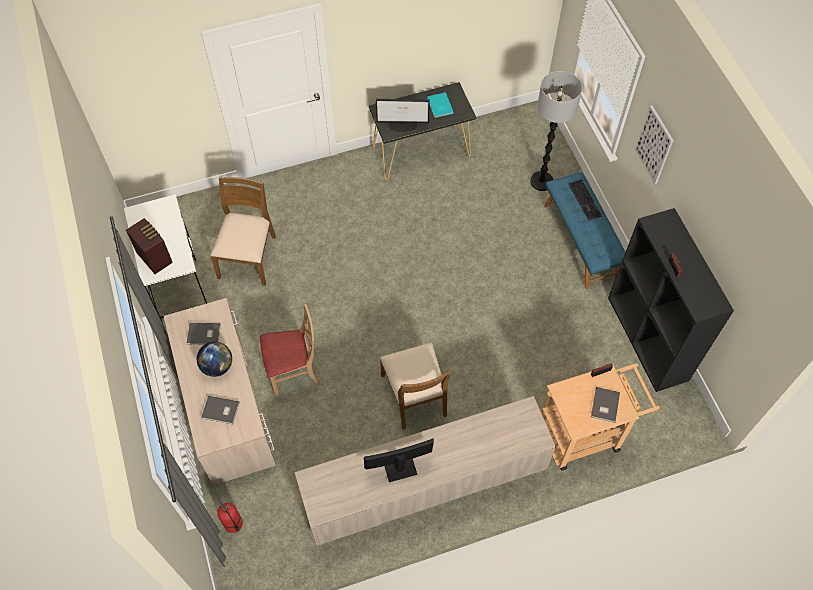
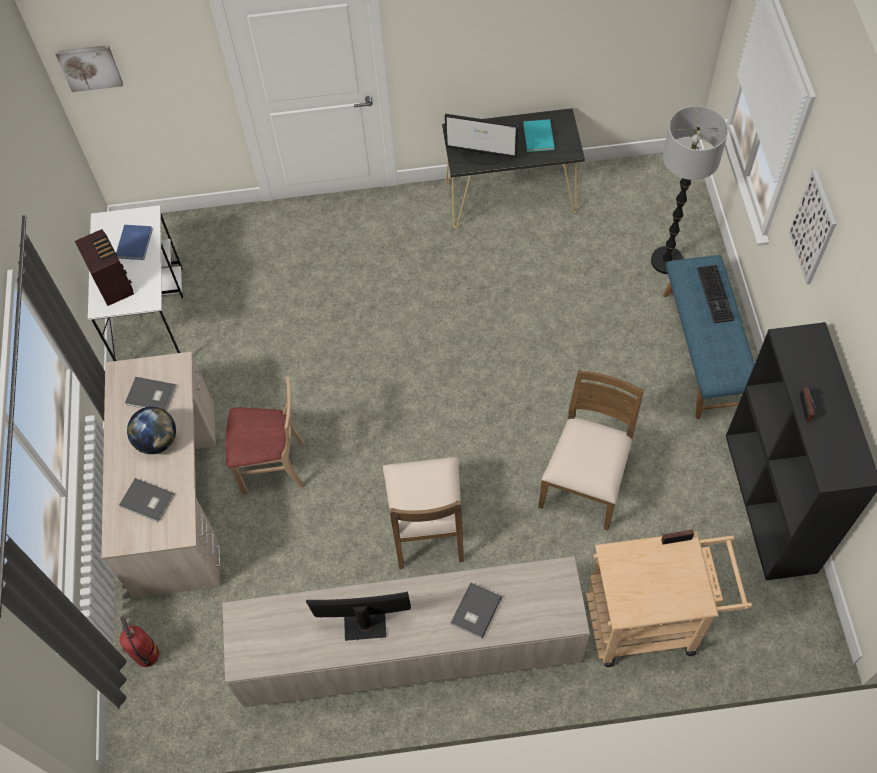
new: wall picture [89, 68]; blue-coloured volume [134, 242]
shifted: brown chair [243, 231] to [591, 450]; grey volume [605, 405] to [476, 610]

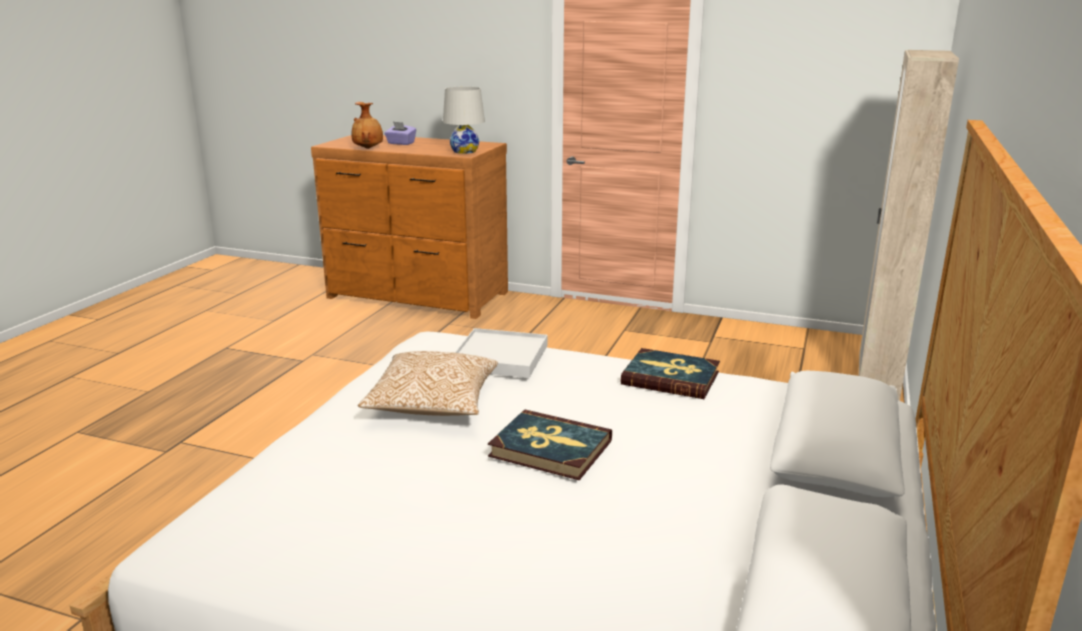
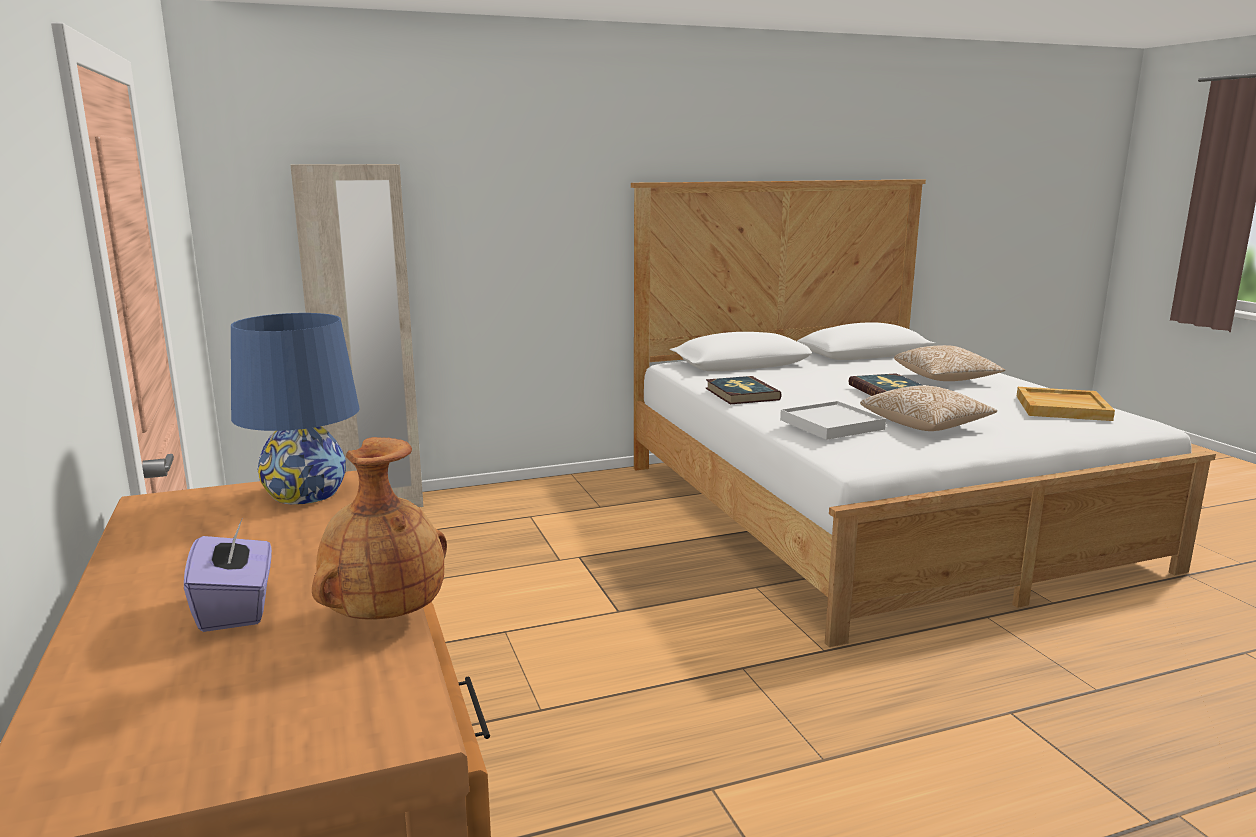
new: cushion [949, 363]; sand-coloured serving tray [1066, 404]
repainted: white-coloured tabletop lamp [464, 120] to blue-coloured tabletop lamp [295, 409]

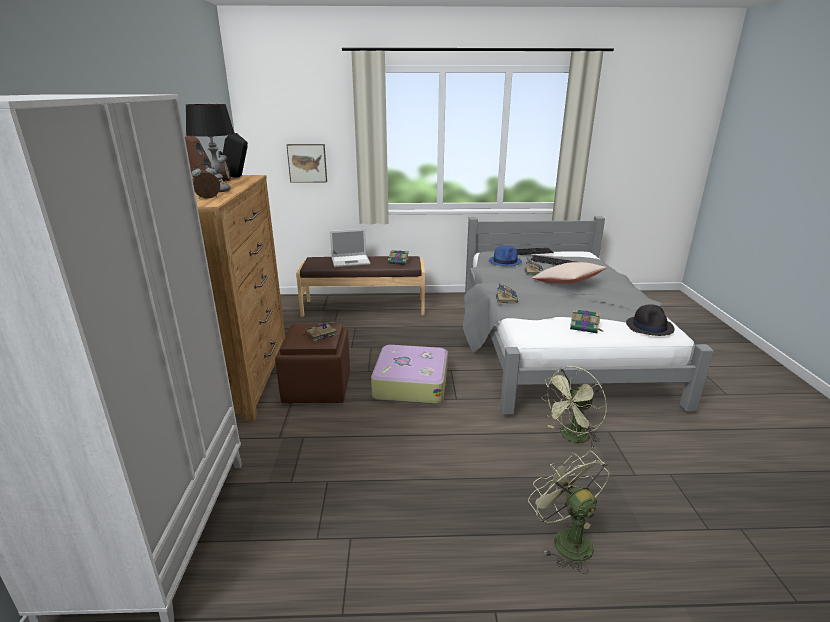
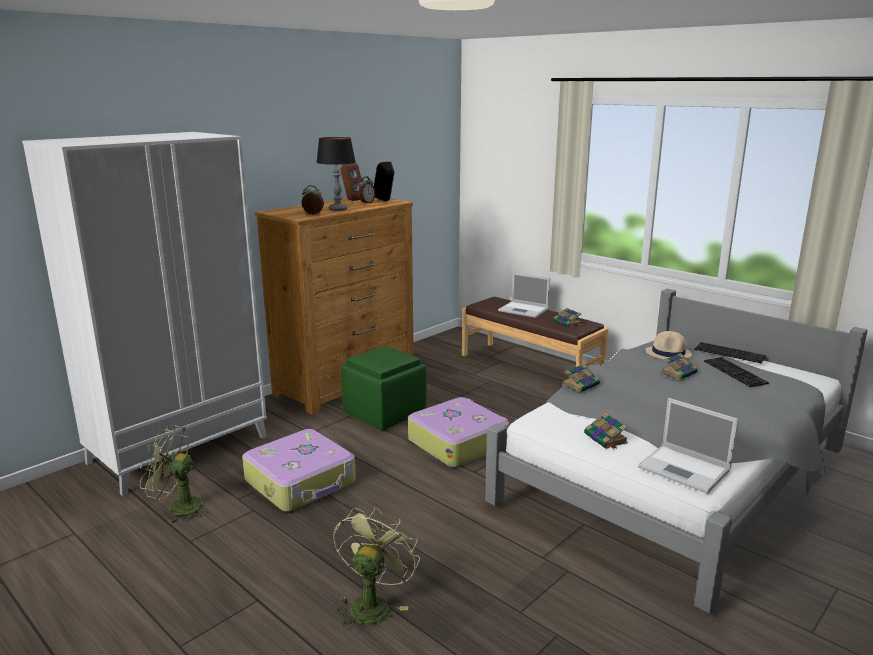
gone: wall picture [307, 163]; sand-coloured cushion [569, 273]; volume [320, 331]
new: travel case [299, 470]
shifted: green cooling fan [574, 407] to [174, 474]
swapped: blackish clothing hat [650, 320] to notebook computer [688, 446]
repainted: blue-coloured clothing hat [505, 255] to sand-coloured clothing hat [668, 345]; brown pouffe [312, 363] to green pouffe [384, 388]

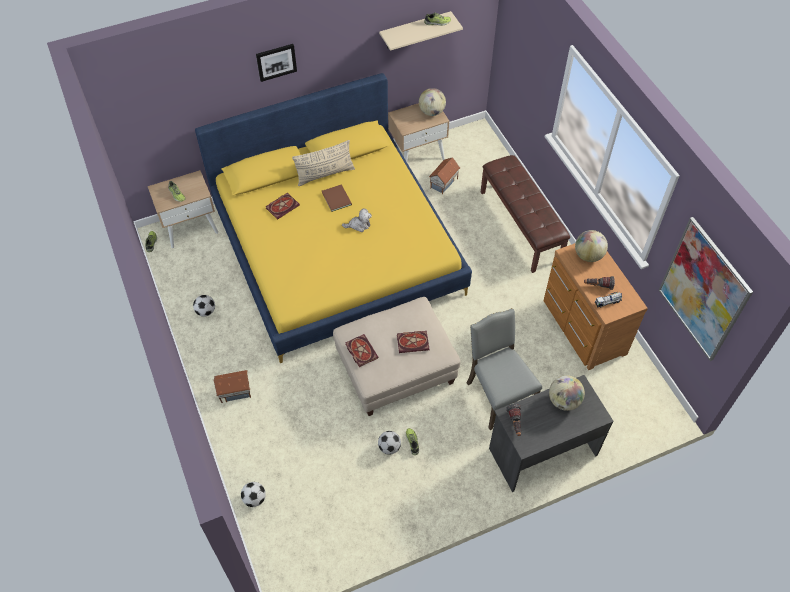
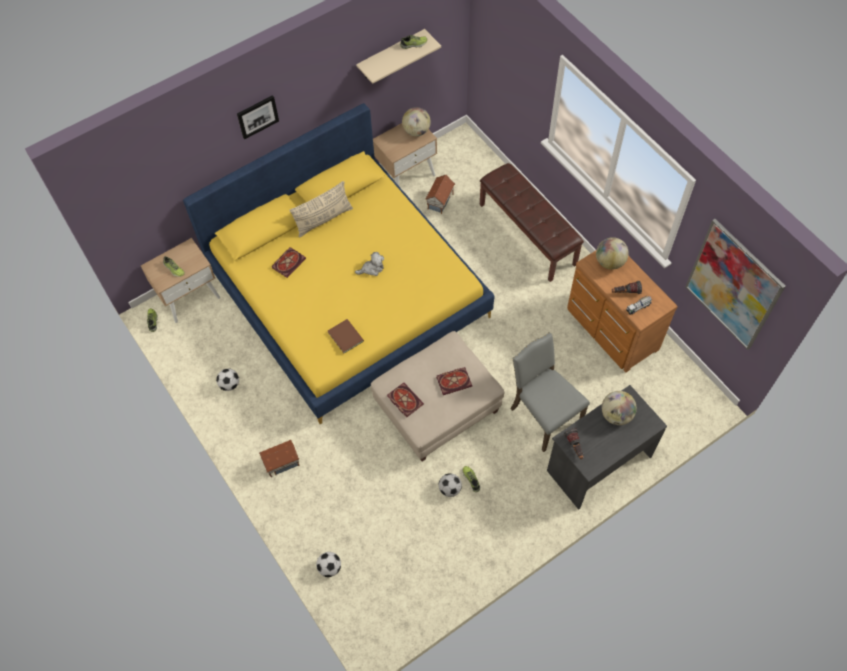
shifted: brown volume [337, 198] to [346, 336]

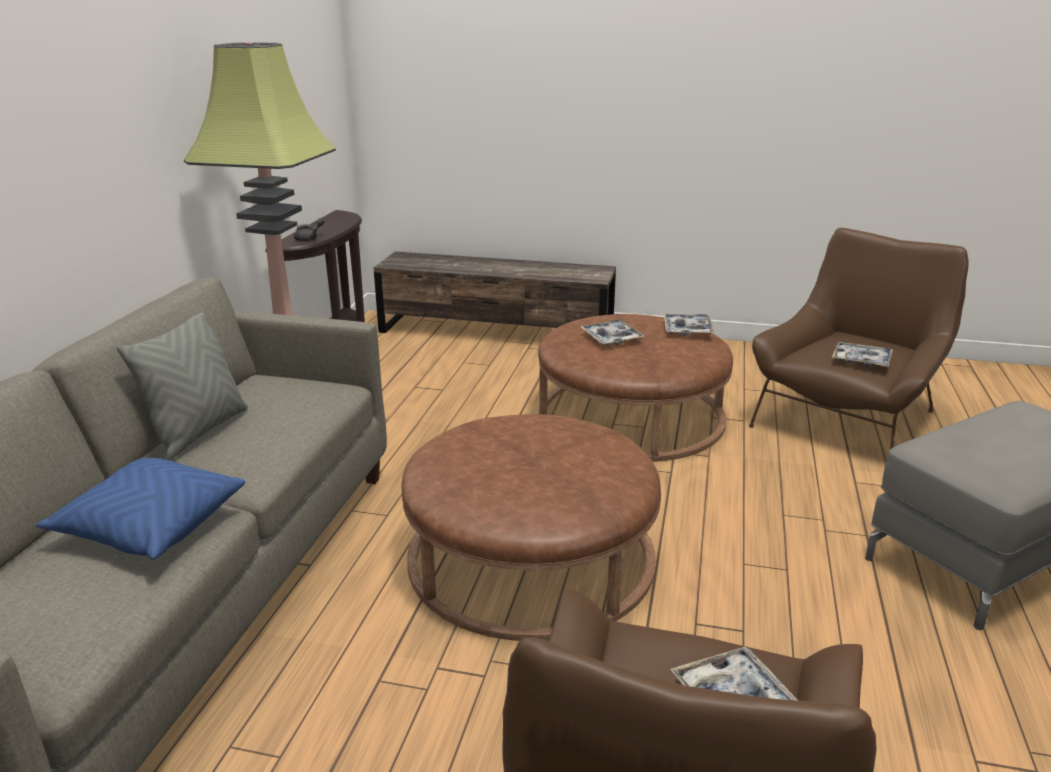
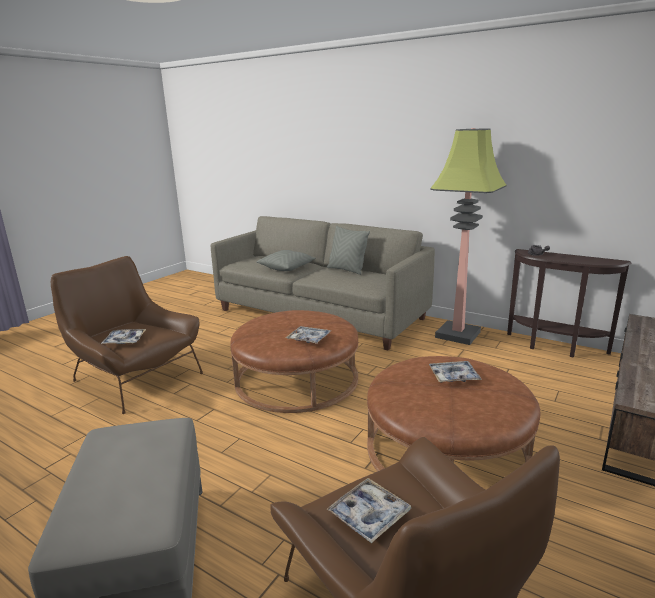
shifted: serving tray [688, 325] to [308, 335]
repainted: blue-coloured cushion [140, 509] to grey cushion [286, 260]

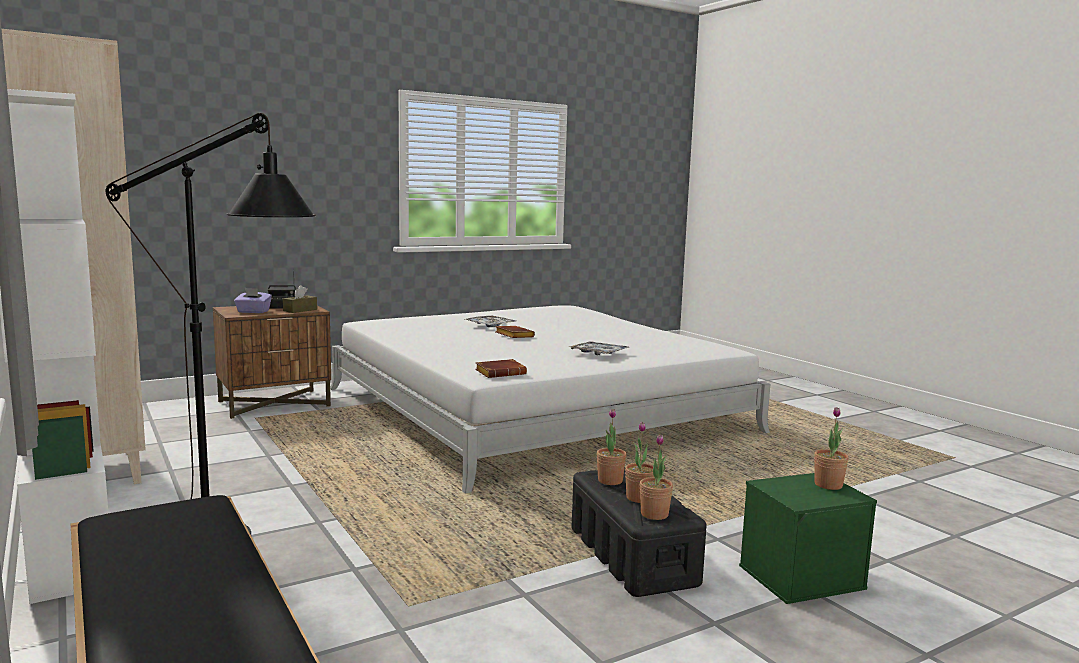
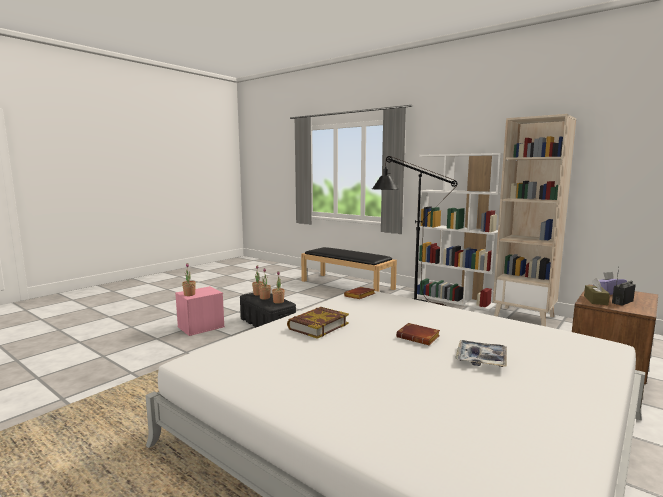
swapped: serving tray [599, 348] to volume [318, 323]
repainted: green storage bin [808, 538] to pink storage bin [200, 311]

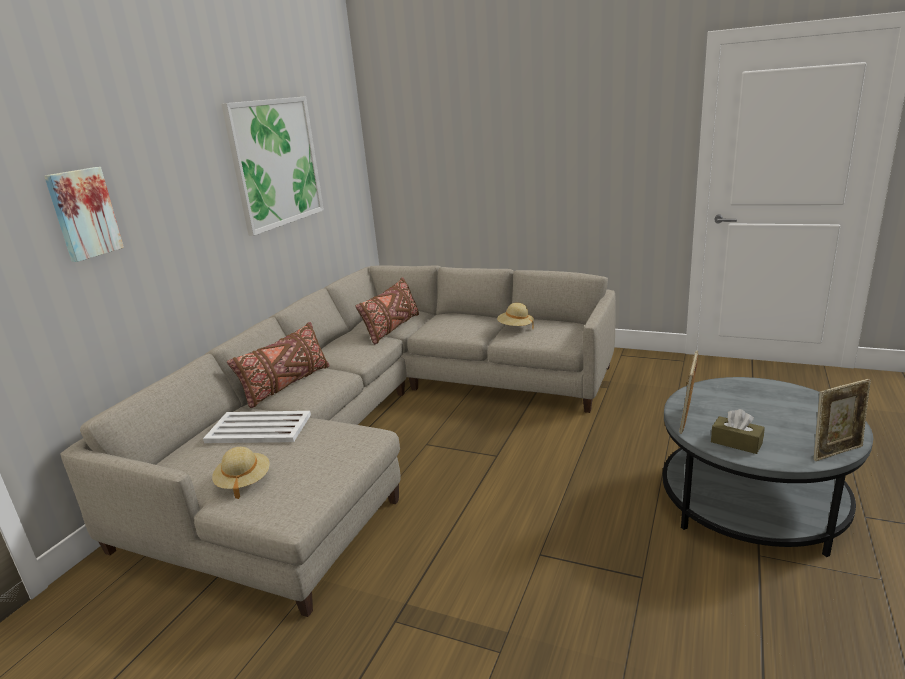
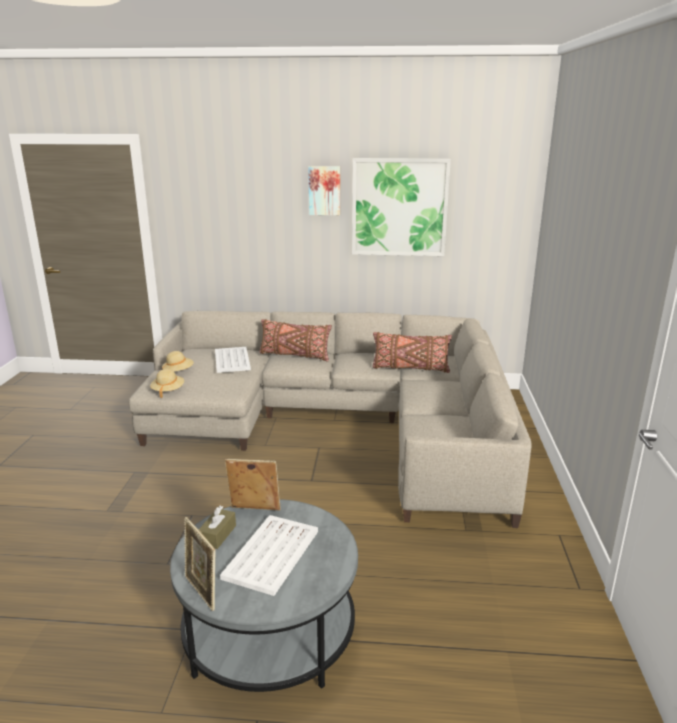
new: white-coloured serving tray [269, 555]
shifted: wall picture [84, 214] to [324, 190]; sand-coloured clothing hat [515, 316] to [167, 383]

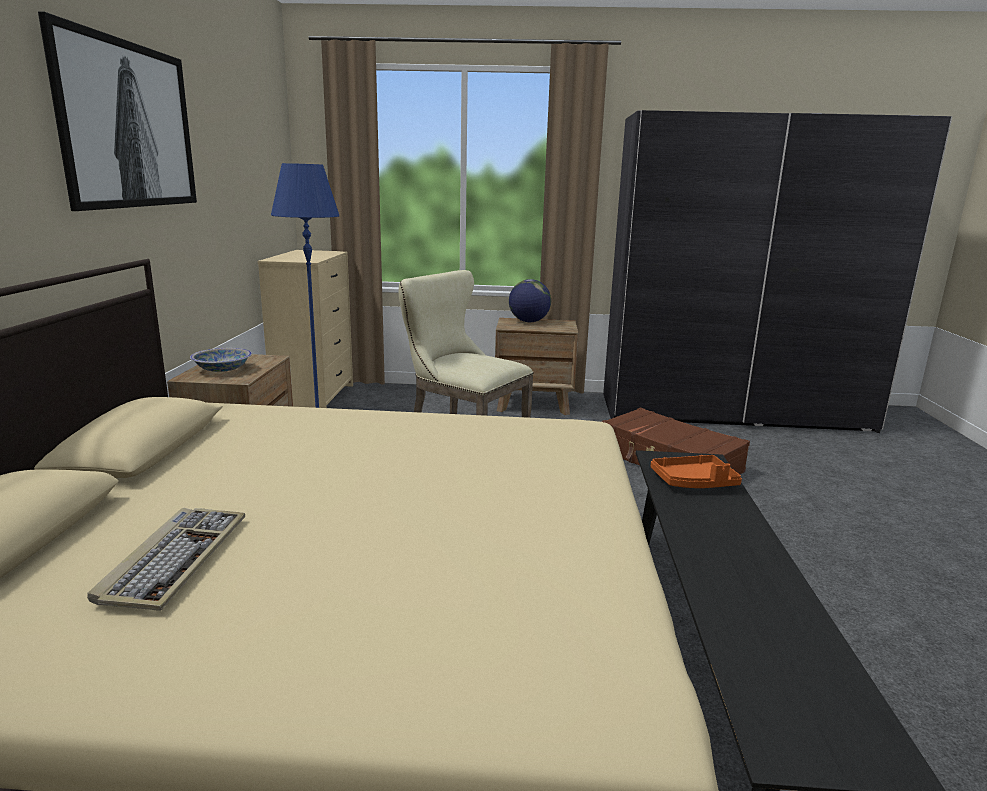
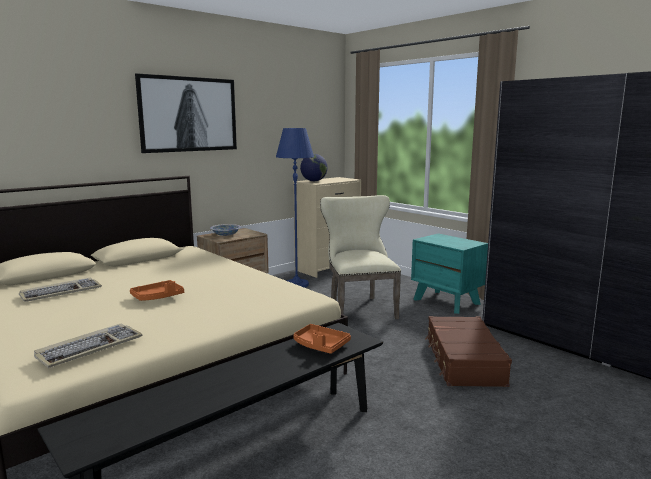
new: orange serving tray [157, 290]; keyboard [88, 345]
shifted: globe [530, 300] to [314, 167]
repainted: brown bedside table [536, 366] to blue-green bedside table [449, 273]

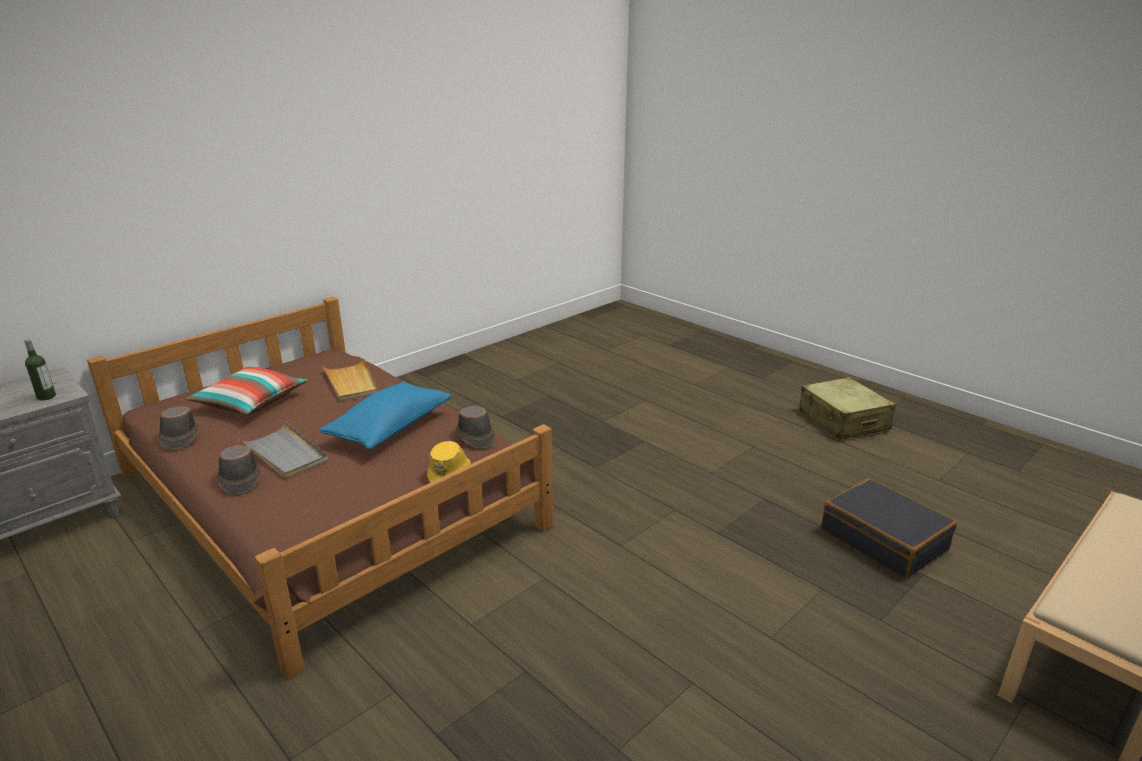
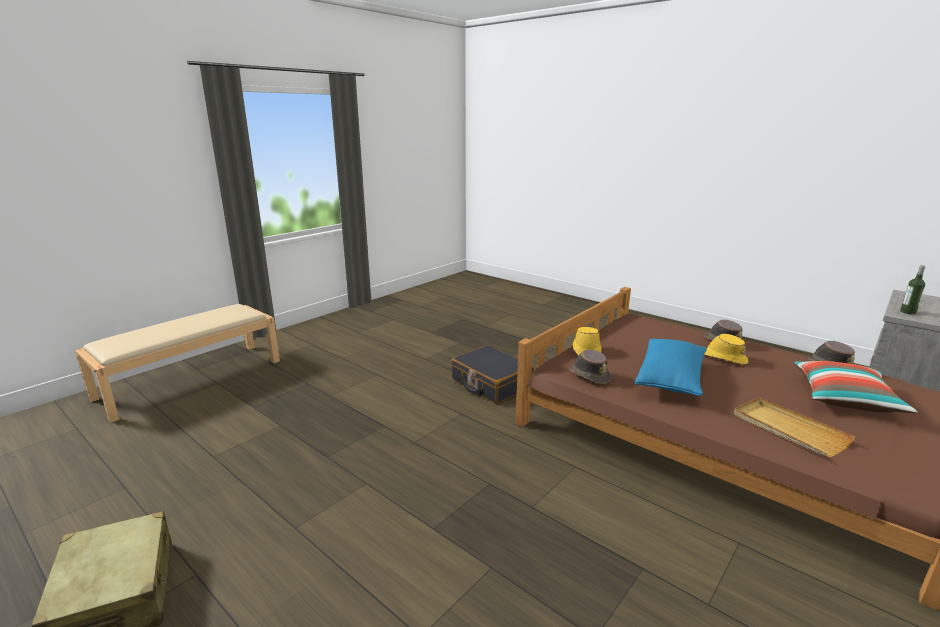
shifted: blackish travel case [889, 528] to [492, 374]
swapped: grey serving tray [283, 449] to yellow clothing hat [726, 349]

